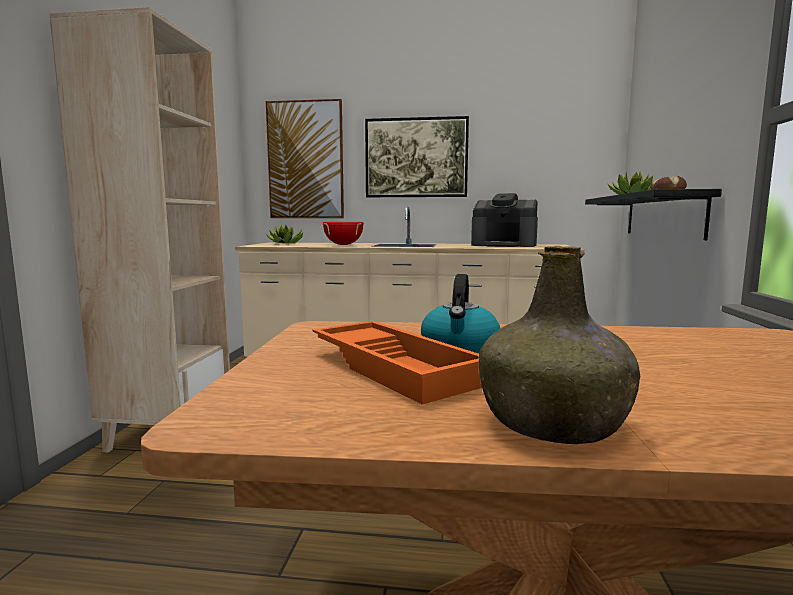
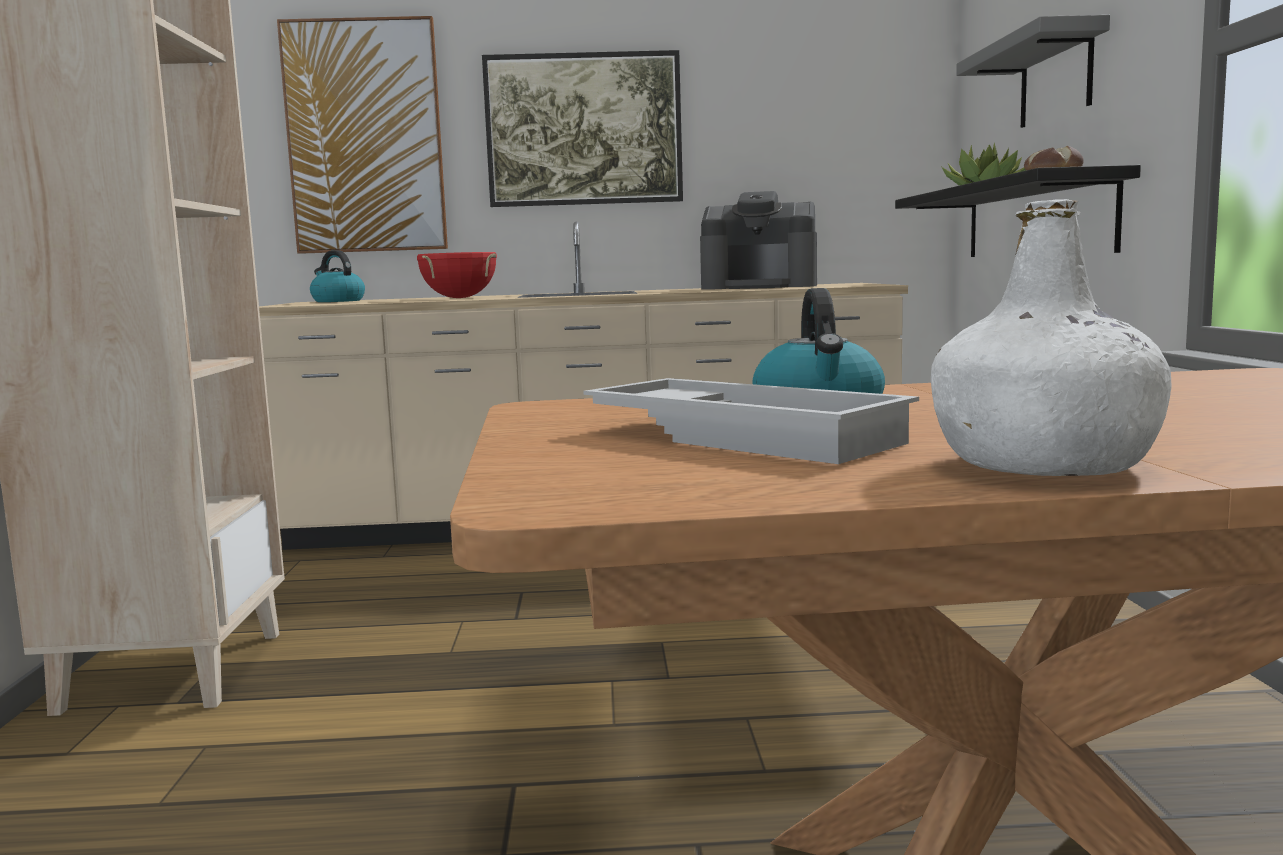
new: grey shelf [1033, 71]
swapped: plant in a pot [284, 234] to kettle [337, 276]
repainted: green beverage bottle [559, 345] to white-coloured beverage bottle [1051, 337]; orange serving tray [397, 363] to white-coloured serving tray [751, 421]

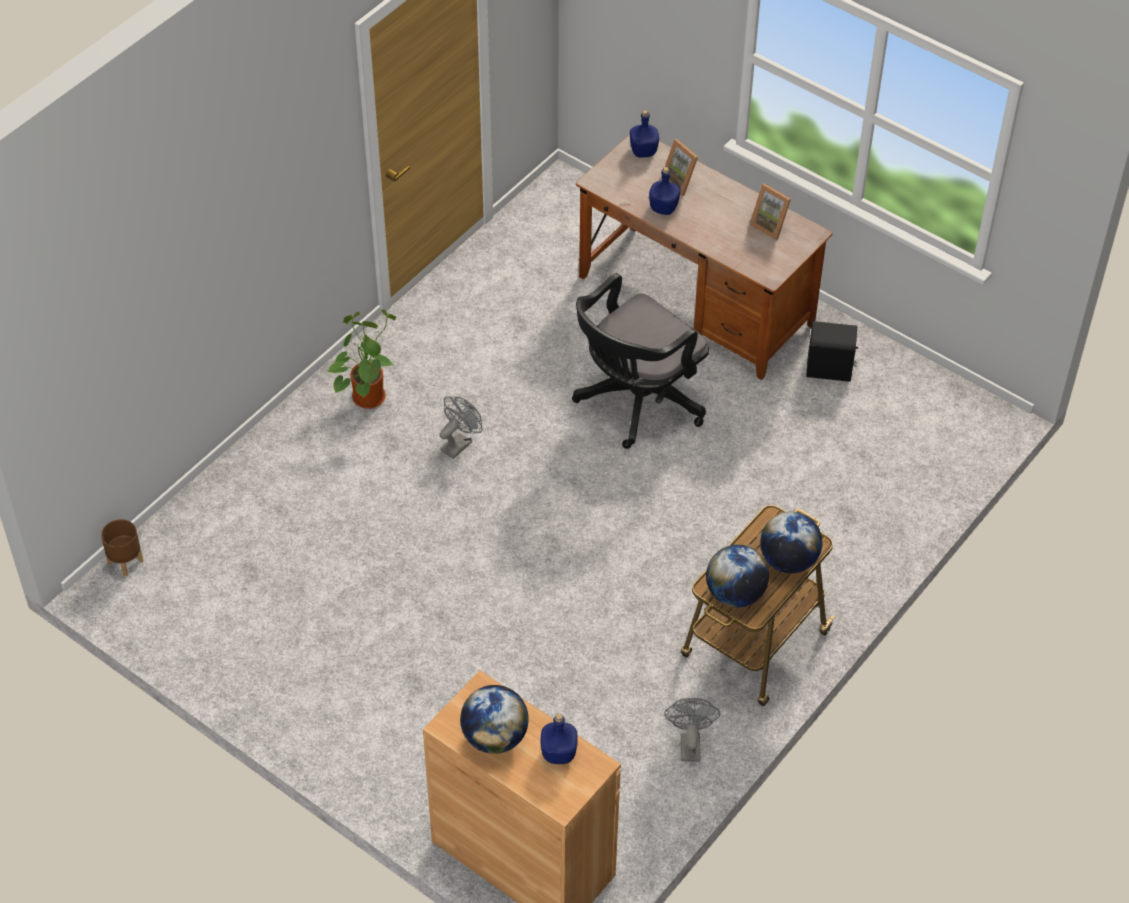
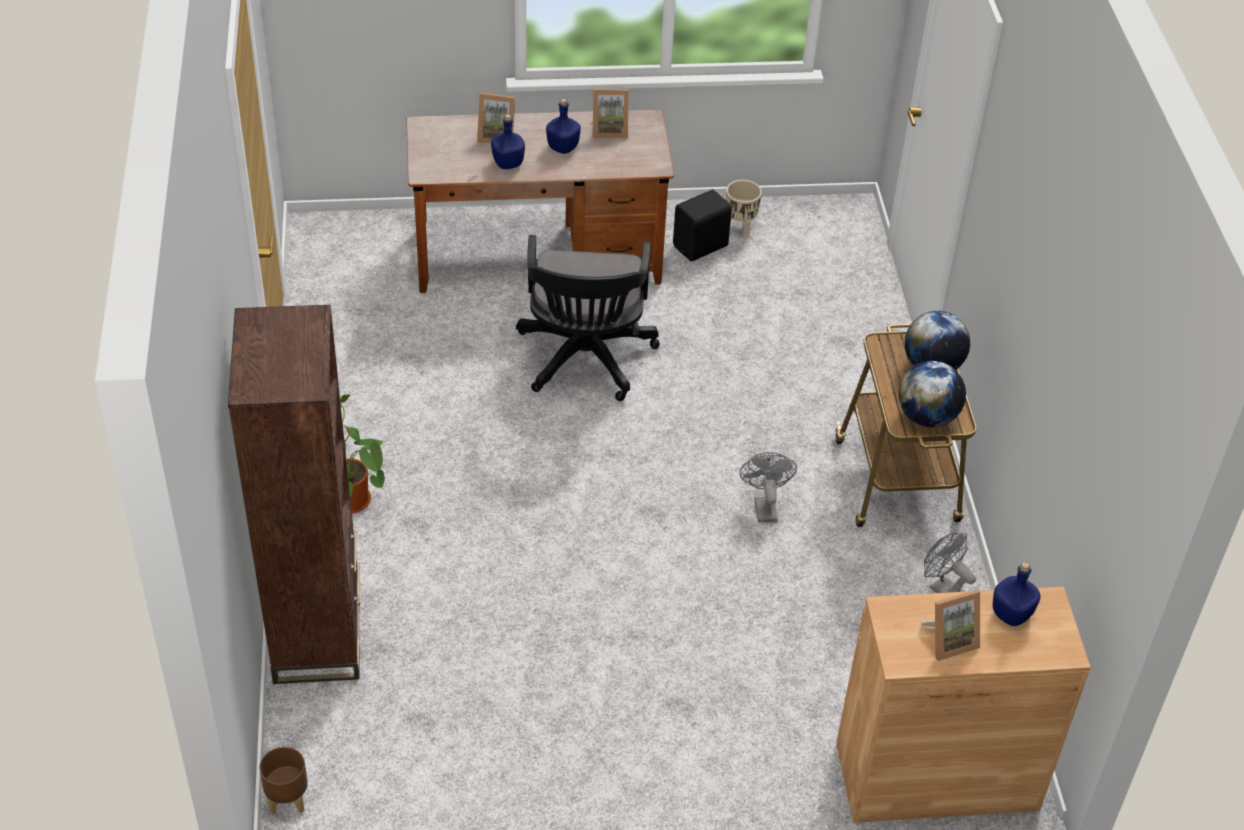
new: sand-coloured flower pot [744, 208]; brown bookcase [294, 494]
shifted: blue-coloured beverage bottle [644, 134] to [563, 126]; grey cooling fan [460, 427] to [768, 487]
swapped: globe [494, 719] to photo frame [950, 625]

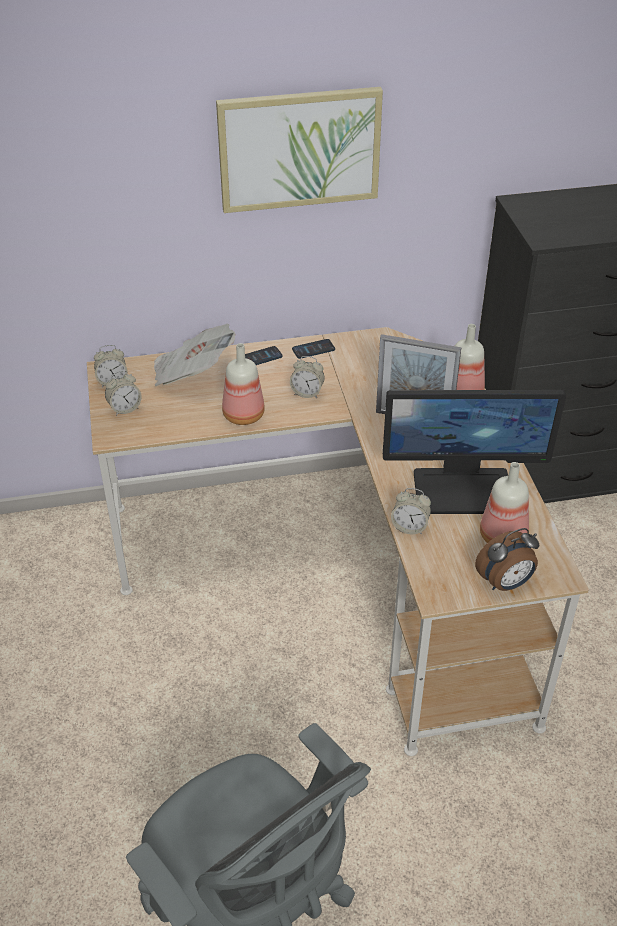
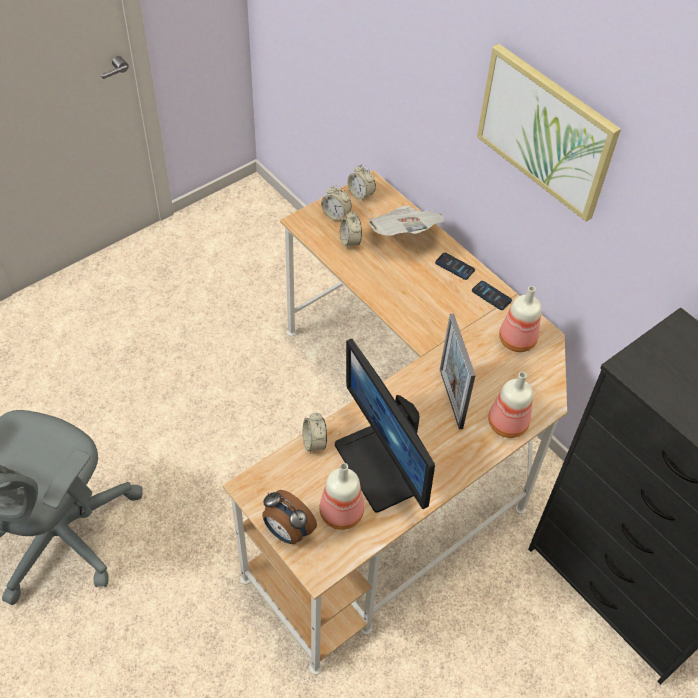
shifted: beverage bottle [243, 384] to [520, 319]; alarm clock [307, 377] to [351, 231]

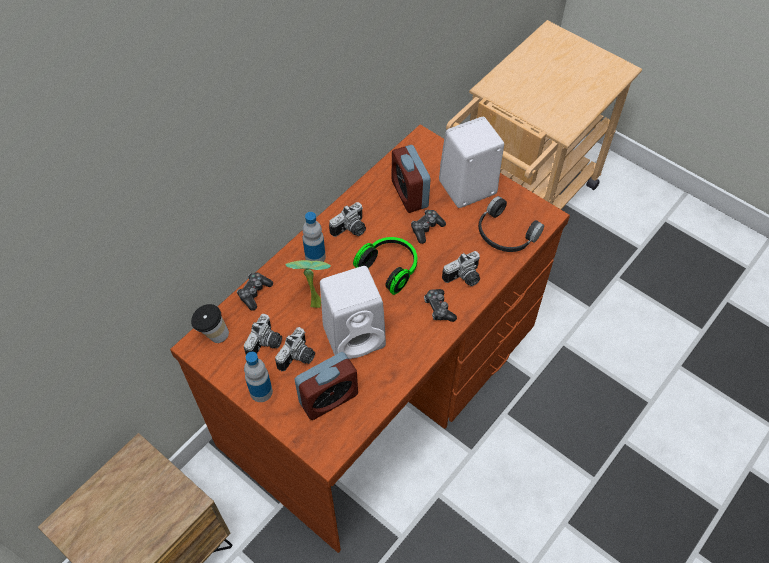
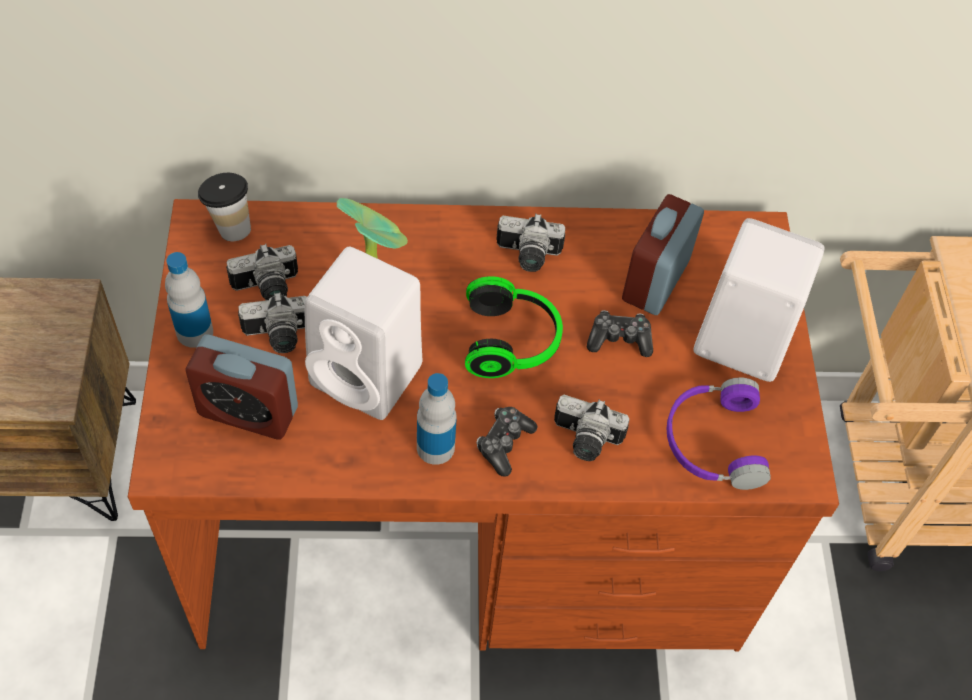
gone: gamepad [255, 291]
shifted: beverage bottle [314, 237] to [437, 419]
repainted: blackish pair of headphones [511, 224] to purple-coloured pair of headphones [719, 433]

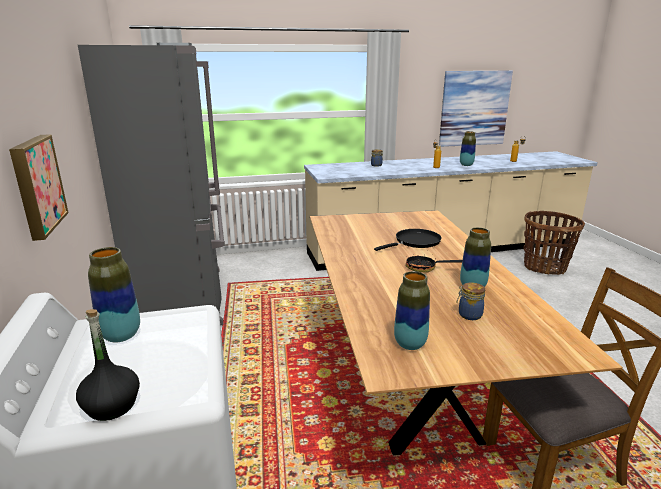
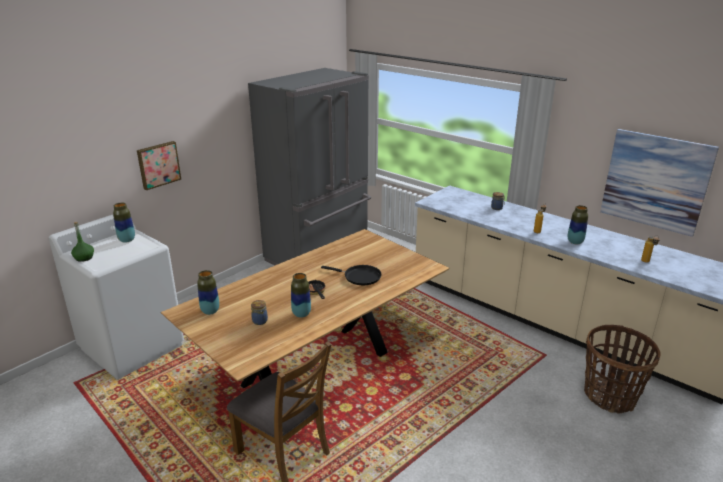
repainted: blackish beverage bottle [108, 365] to green beverage bottle [82, 242]

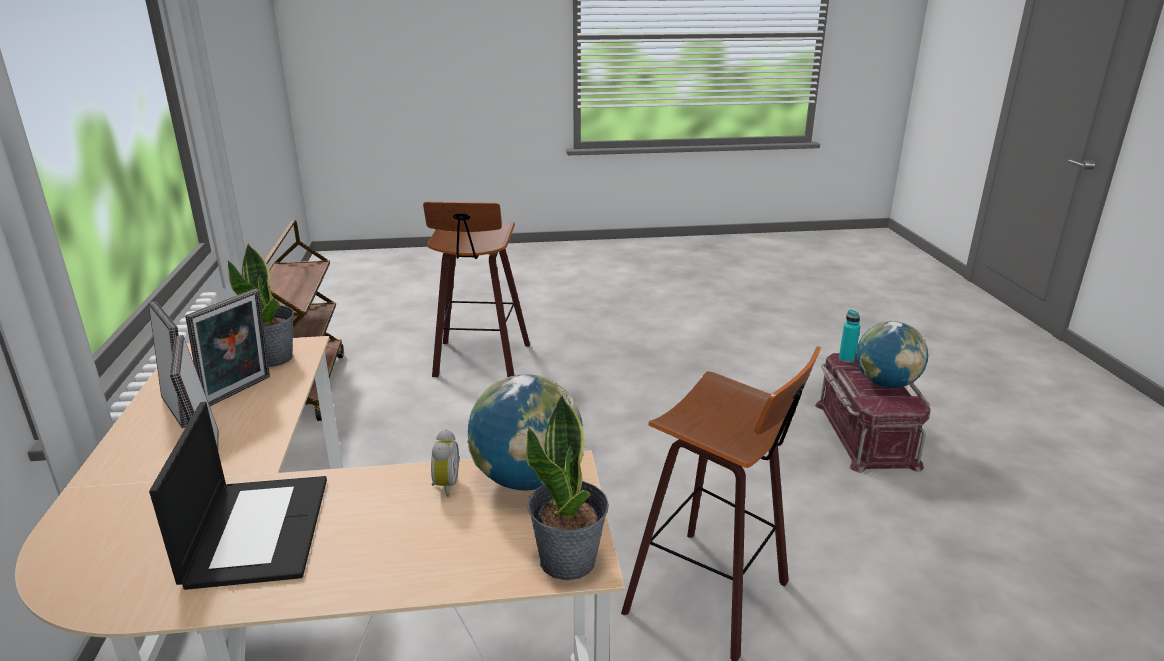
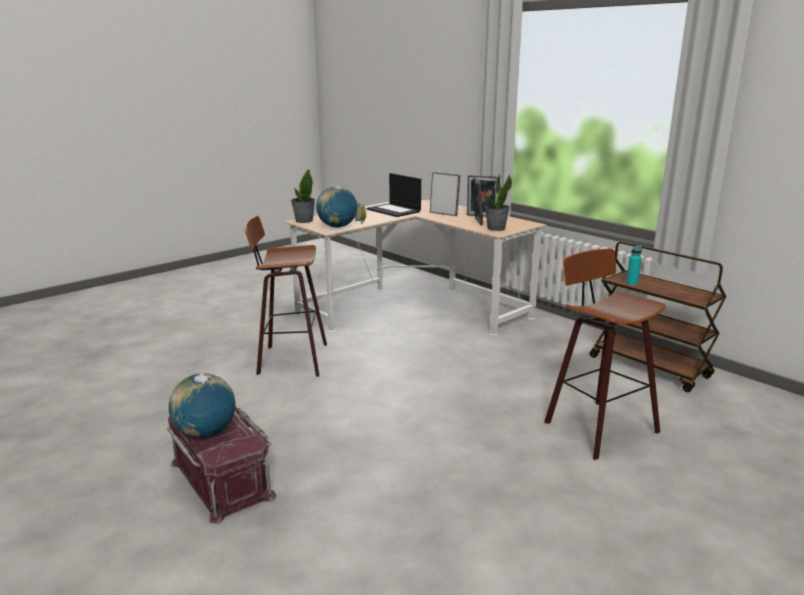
shifted: blue-green beverage bottle [849, 336] to [634, 265]

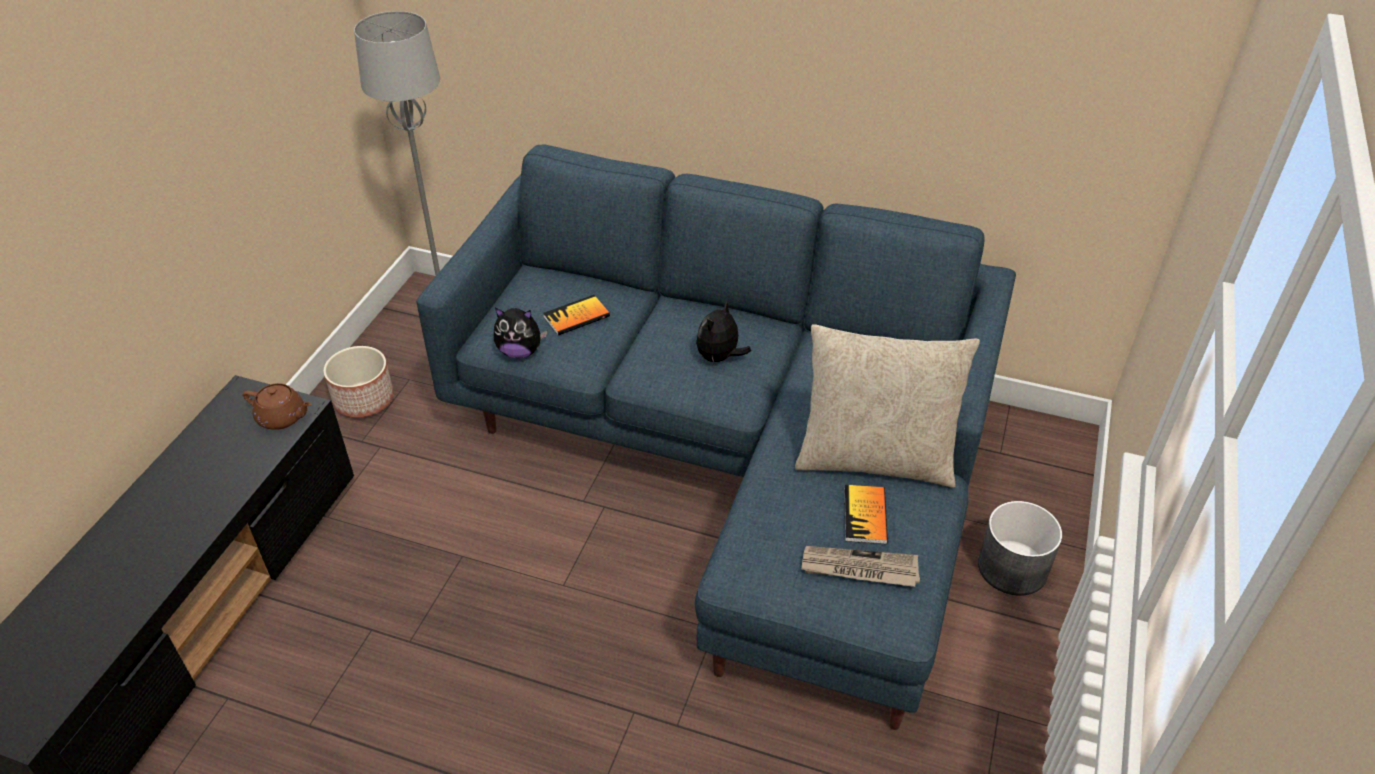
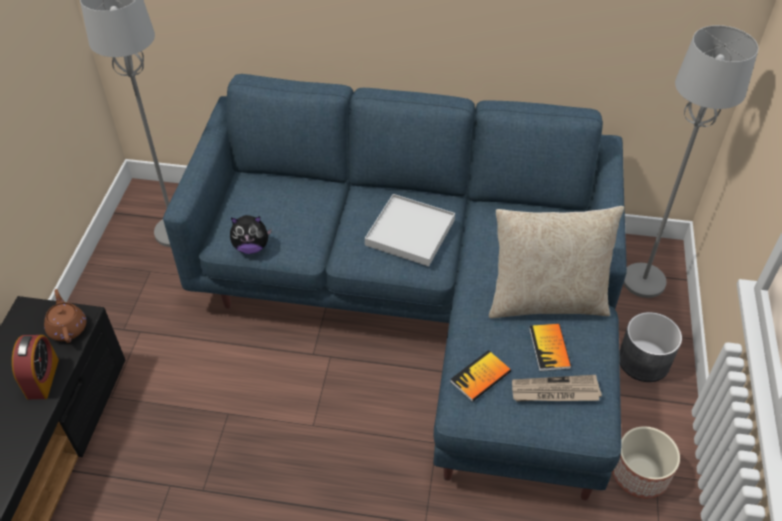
new: grey floor lamp [690, 161]; alarm clock [35, 367]
shifted: volume [576, 315] to [480, 376]; flower pot [358, 382] to [646, 462]
swapped: soft toy [723, 332] to white-coloured serving tray [410, 230]
rotated: brown pot for tea [277, 406] = [65, 316] 120 degrees counterclockwise

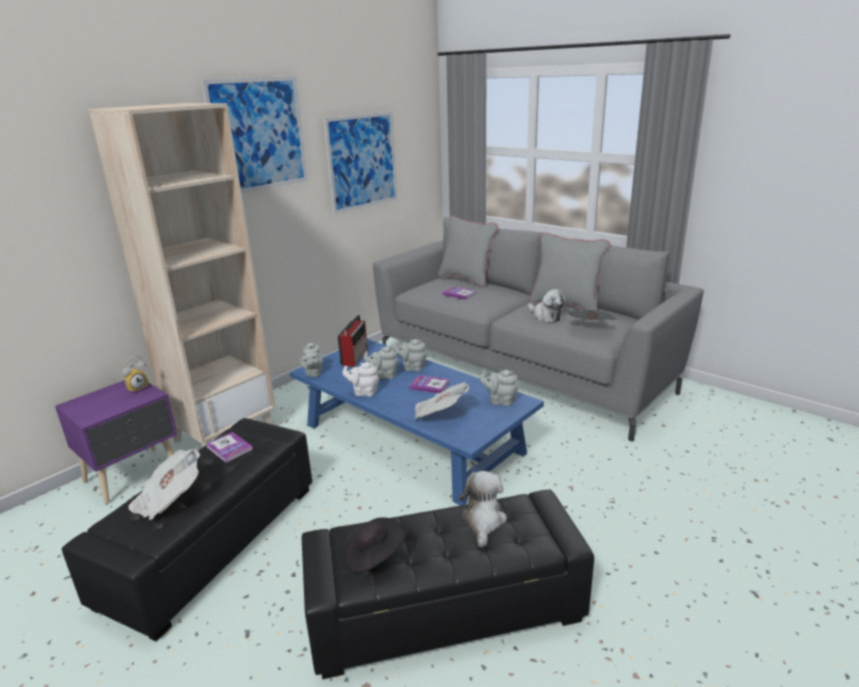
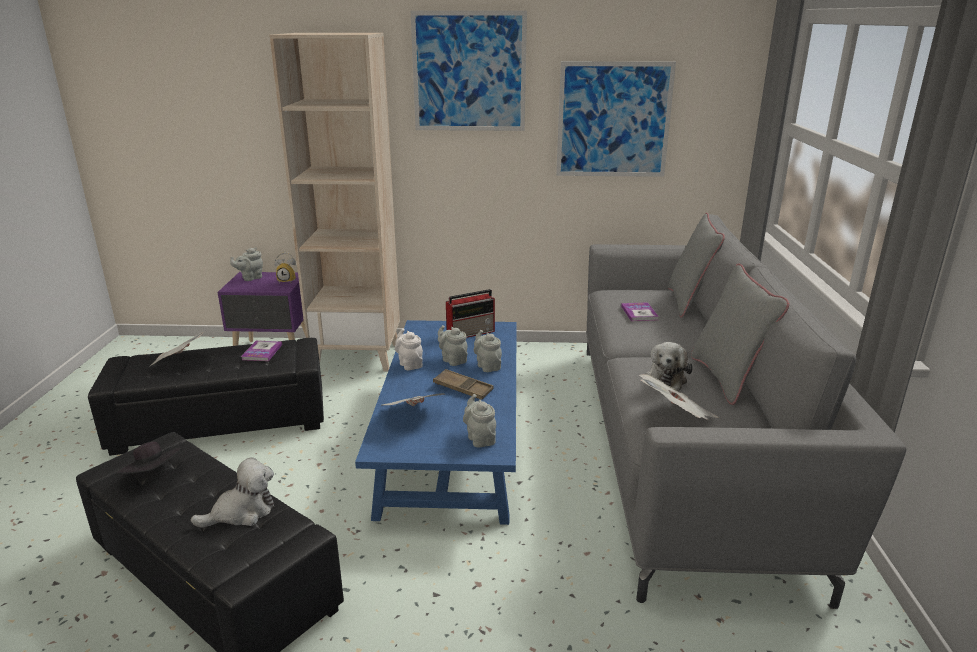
shifted: grey pot for tea [311, 359] to [246, 264]
swapped: volume [429, 384] to brown serving tray [463, 384]

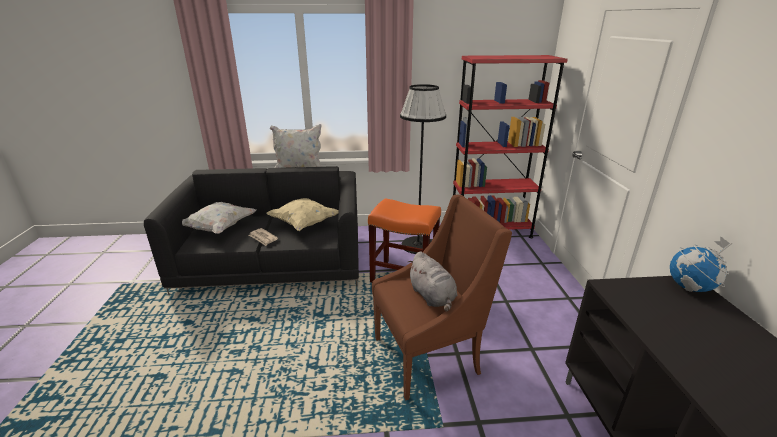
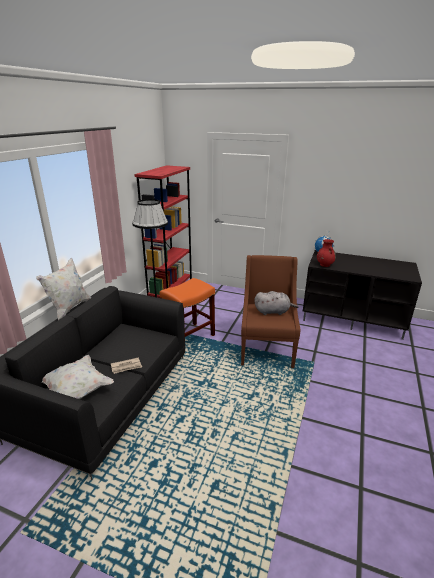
gone: sand-coloured cushion [303, 214]
new: red vase [326, 253]

